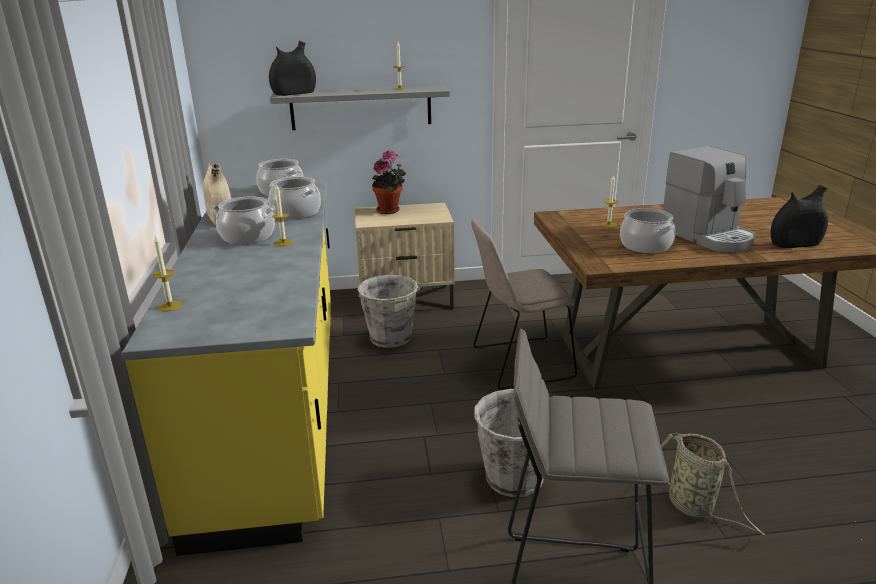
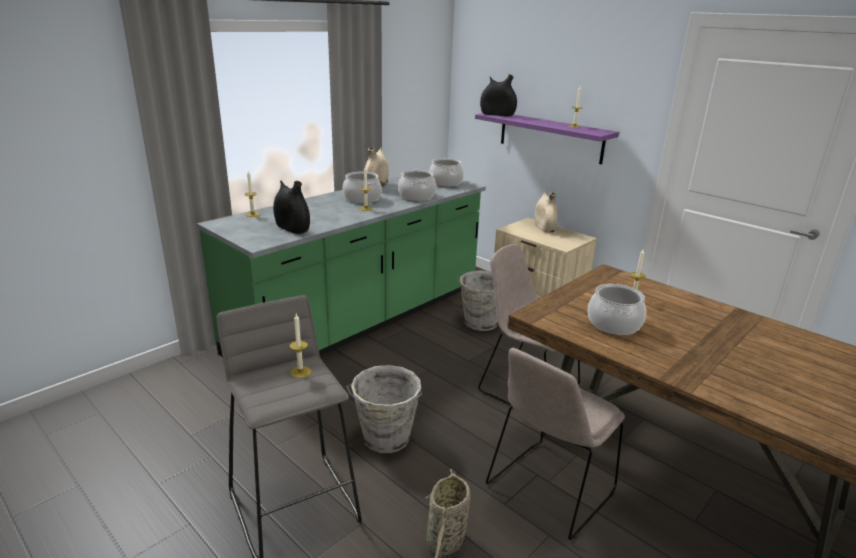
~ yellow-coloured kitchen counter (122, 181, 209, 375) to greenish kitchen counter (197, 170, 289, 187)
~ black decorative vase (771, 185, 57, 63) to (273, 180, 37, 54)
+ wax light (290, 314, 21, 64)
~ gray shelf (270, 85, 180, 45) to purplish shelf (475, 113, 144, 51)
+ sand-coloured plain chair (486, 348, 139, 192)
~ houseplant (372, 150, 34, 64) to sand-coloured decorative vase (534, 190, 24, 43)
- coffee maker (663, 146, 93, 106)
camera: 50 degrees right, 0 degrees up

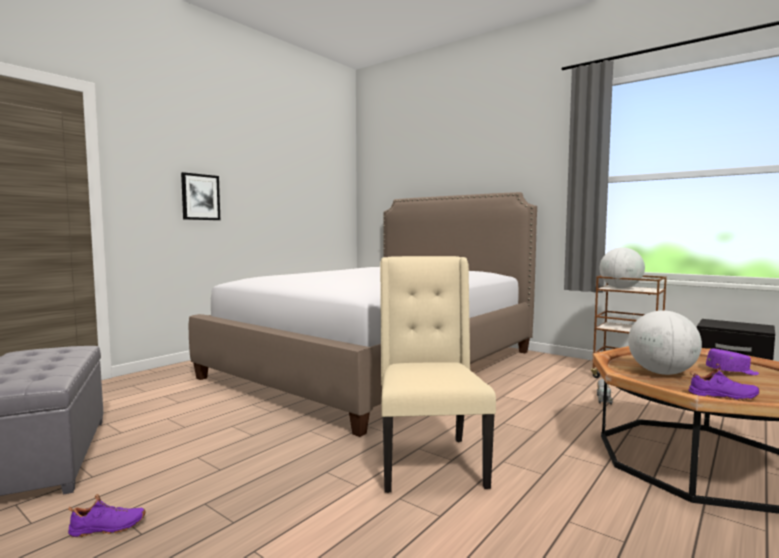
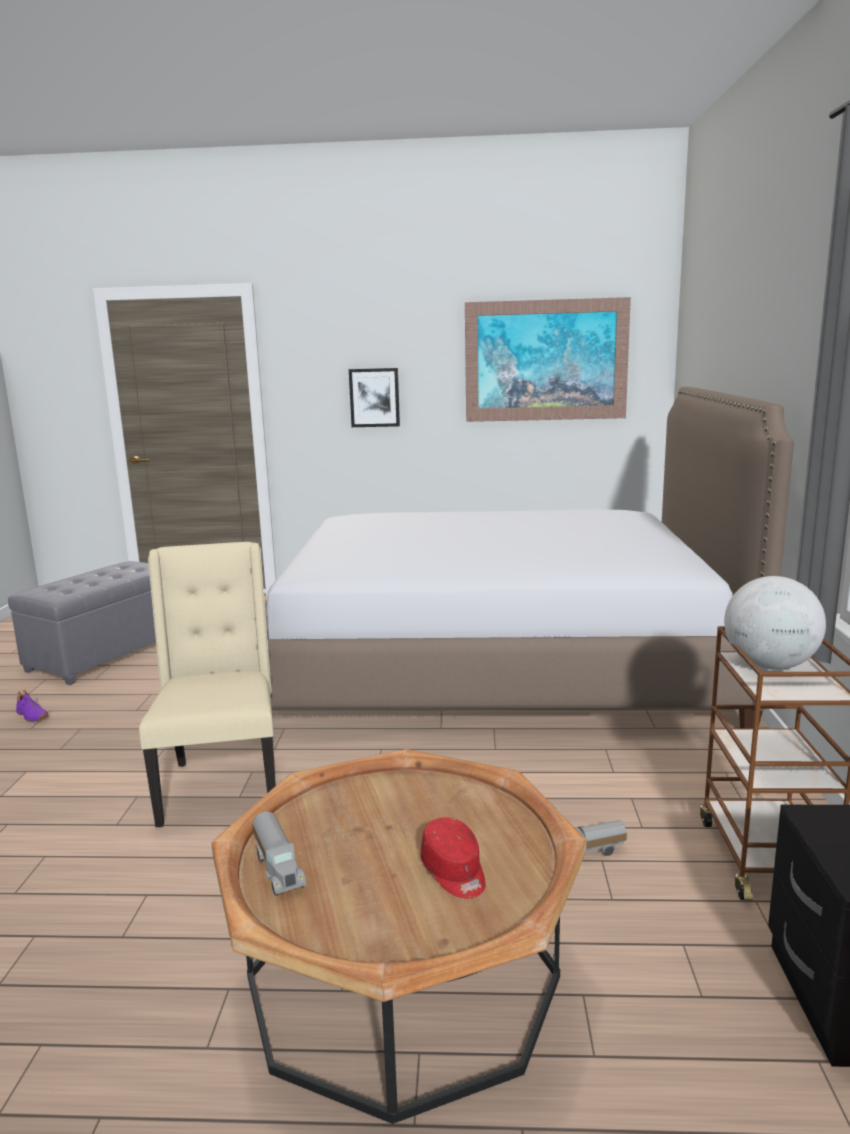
~ sand-coloured plain chair (380, 256, 116, 237) = (139, 542, 137, 285) 60 degrees counterclockwise
~ purplish shoe (688, 364, 72, 37) to toy truck (252, 811, 55, 85)
~ purplish baseball cap (706, 349, 53, 26) to reddish baseball cap (421, 817, 65, 81)
+ wall picture (465, 297, 166, 125)
- world globe (628, 311, 74, 64)
camera: 55 degrees right, 10 degrees up

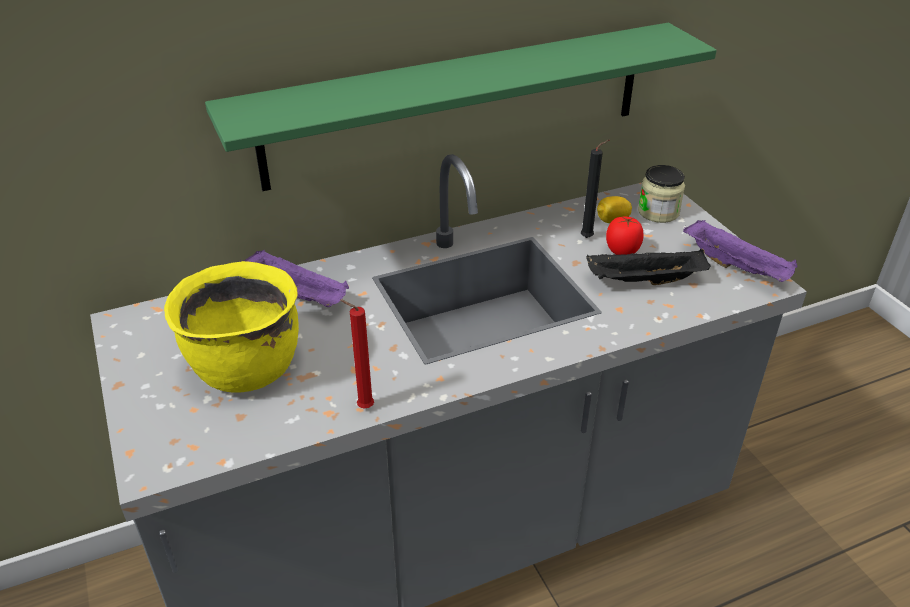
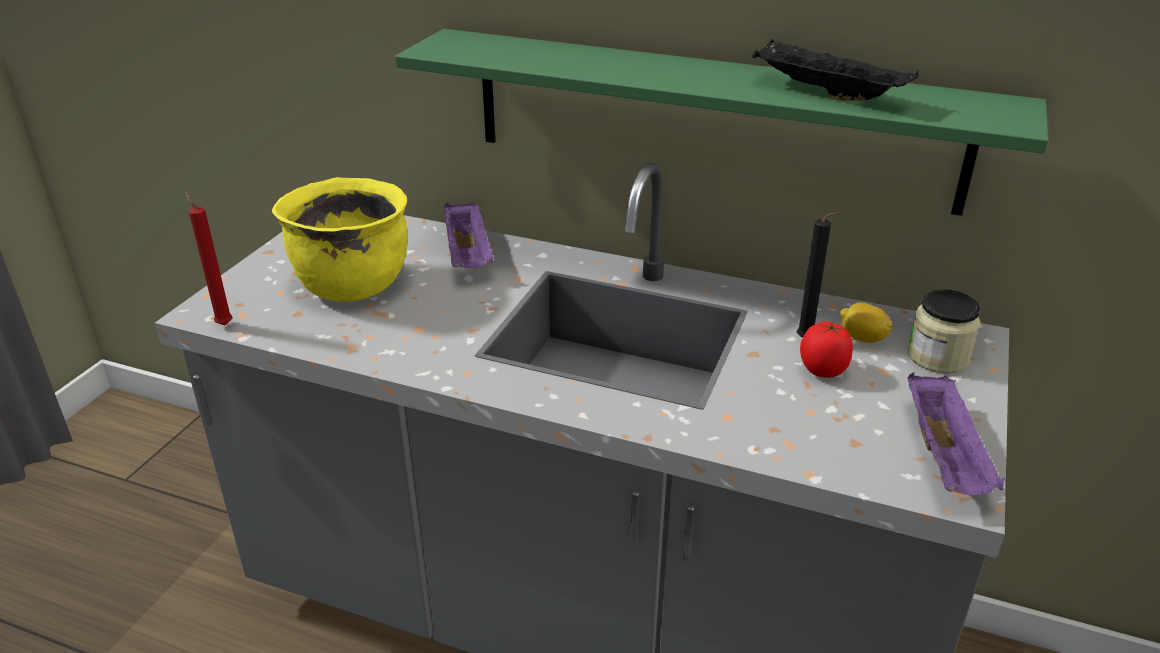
~ reddish wax light (340, 300, 34, 109) to (185, 192, 48, 133)
~ black carrying tray (586, 249, 125, 36) to (752, 39, 166, 62)
camera: 45 degrees right, 5 degrees down

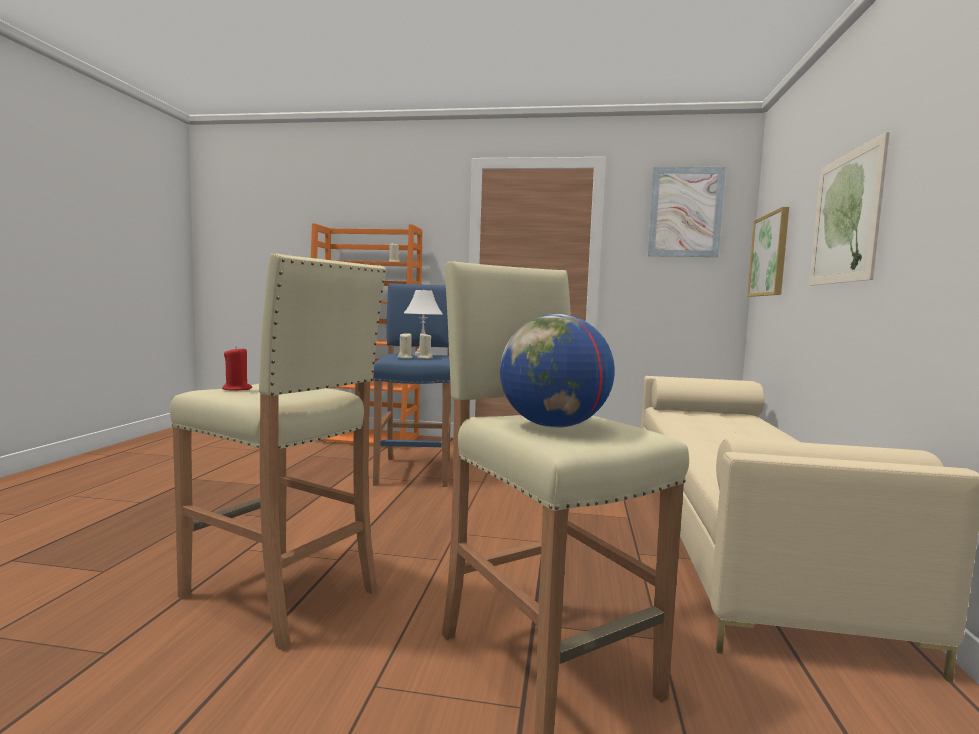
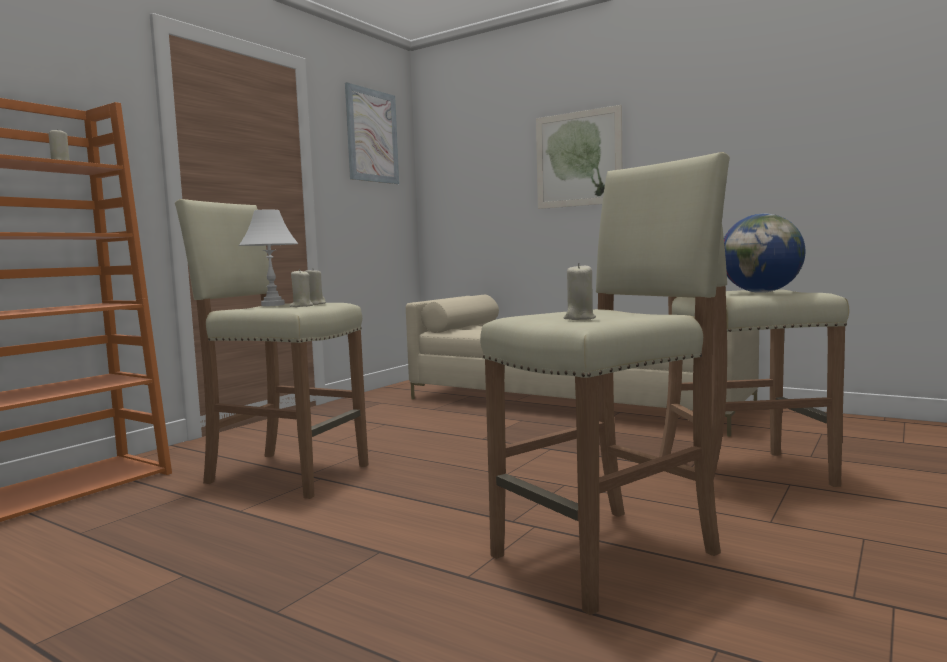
~ blue-coloured stool (373, 283, 78, 204) to sand-coloured stool (175, 199, 193, 300)
~ reddish wax light (222, 346, 30, 45) to sand-coloured wax light (564, 263, 32, 57)
- wall picture (747, 207, 42, 90)
camera: 65 degrees left, 0 degrees up

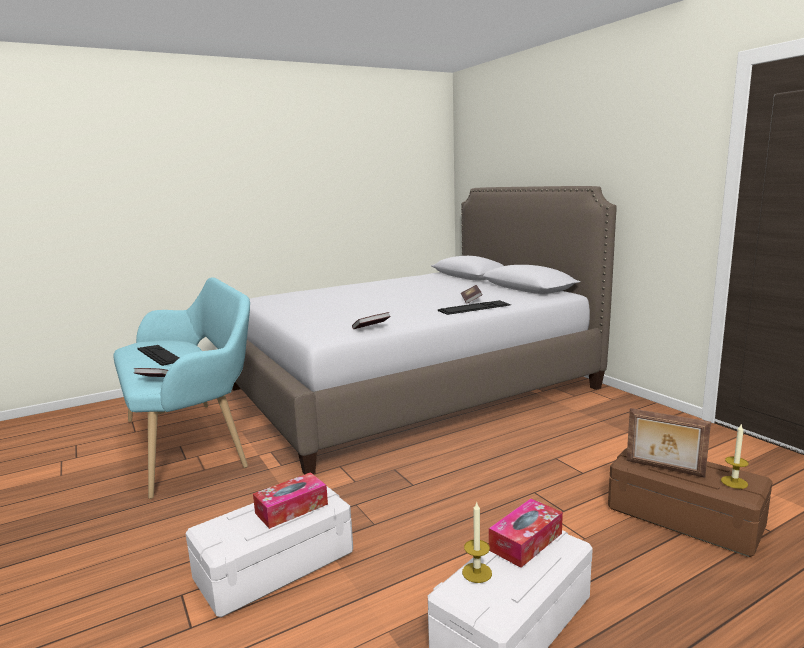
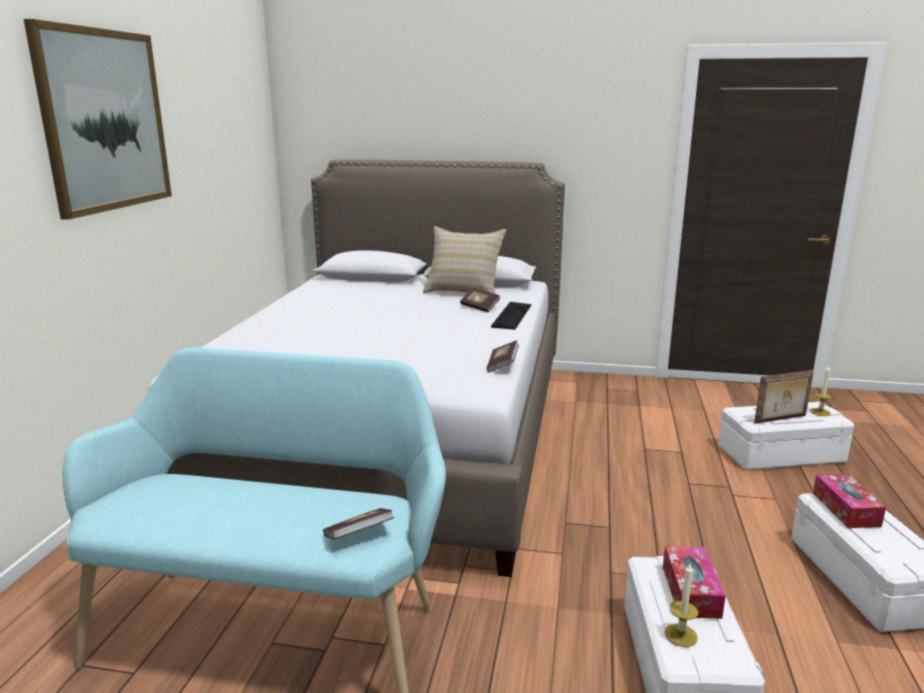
+ wall picture (24, 19, 148, 201)
+ sand-coloured pillow (423, 226, 83, 68)
~ wax light (462, 501, 30, 82) to (664, 564, 35, 83)
~ brownish storage container (608, 448, 164, 109) to white storage container (718, 402, 136, 68)
- PC keyboard (138, 345, 41, 21)
camera: 50 degrees left, 5 degrees up

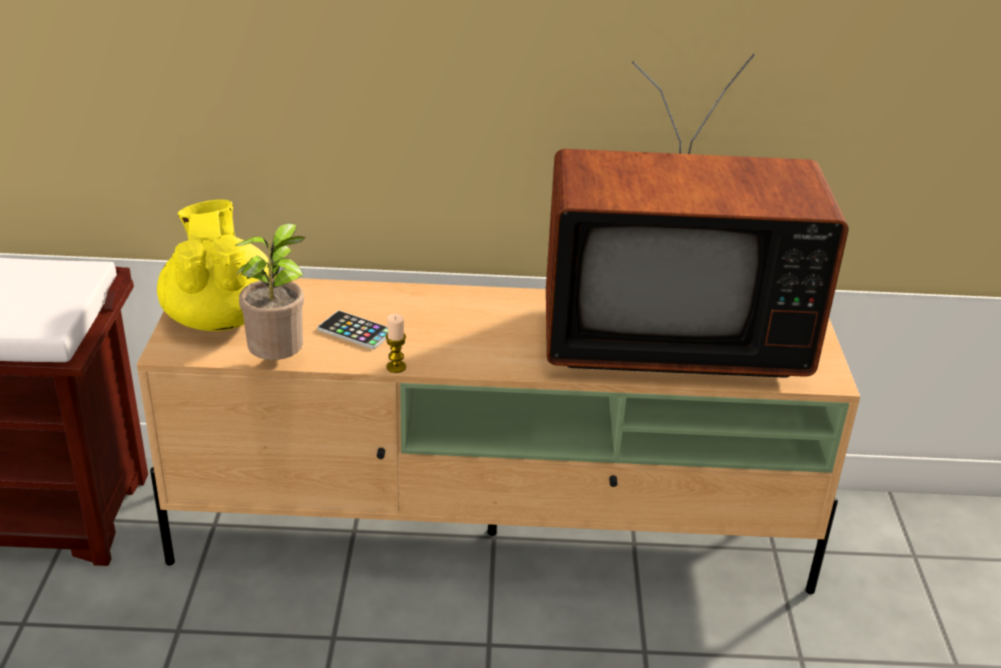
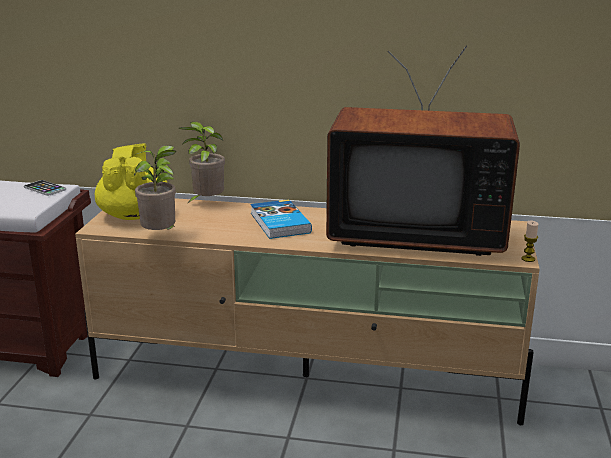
~ phone (317, 311, 71, 38) to (24, 180, 42, 16)
+ houseplant (178, 121, 47, 83)
+ bound book (251, 199, 61, 40)
~ wax light (386, 314, 20, 59) to (521, 221, 17, 41)
camera: 10 degrees right, 10 degrees down

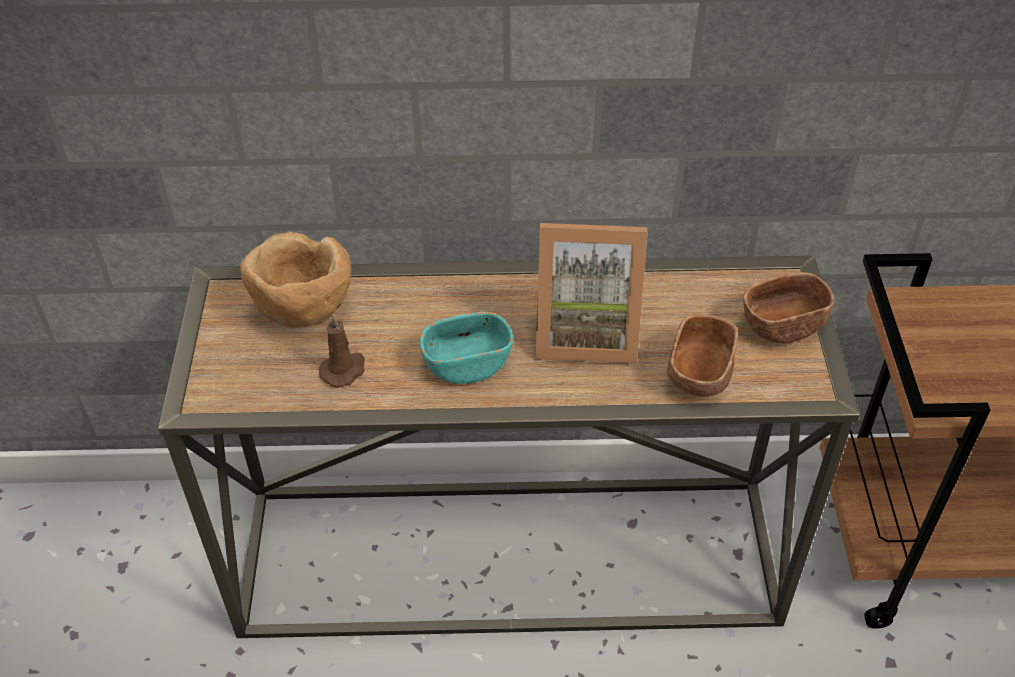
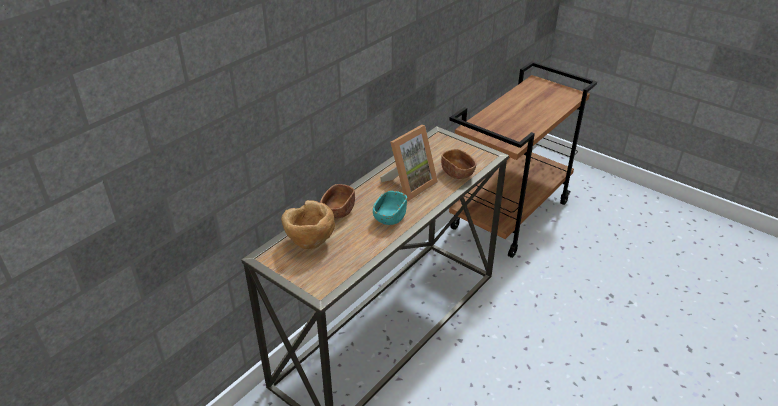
~ brownish serving bowl (743, 272, 91, 71) to (320, 184, 35, 34)
- brownish wax light (319, 314, 46, 74)
camera: 50 degrees left, 10 degrees down

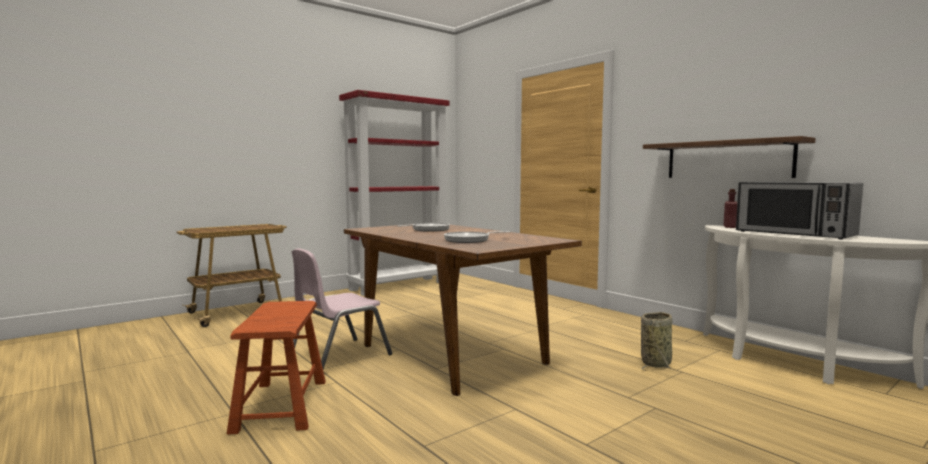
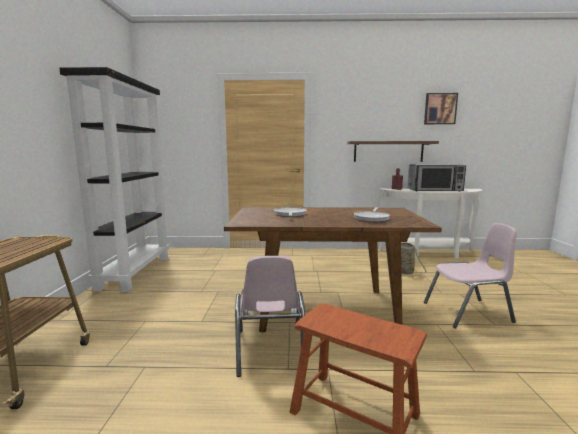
~ reddish bookshelf (339, 90, 111, 206) to black bookshelf (59, 67, 110, 225)
+ wall picture (424, 93, 34, 31)
+ pink-coloured plain chair (424, 223, 93, 106)
camera: 50 degrees left, 5 degrees up

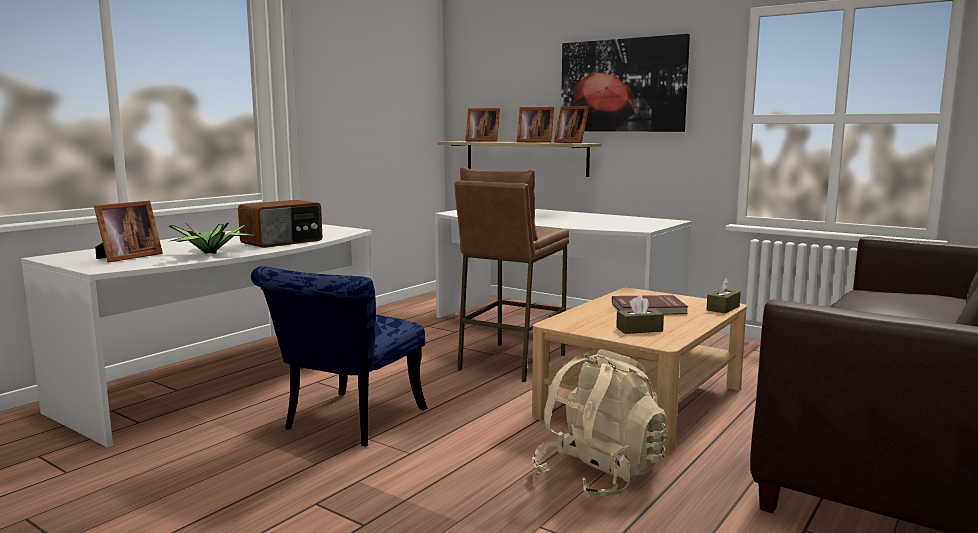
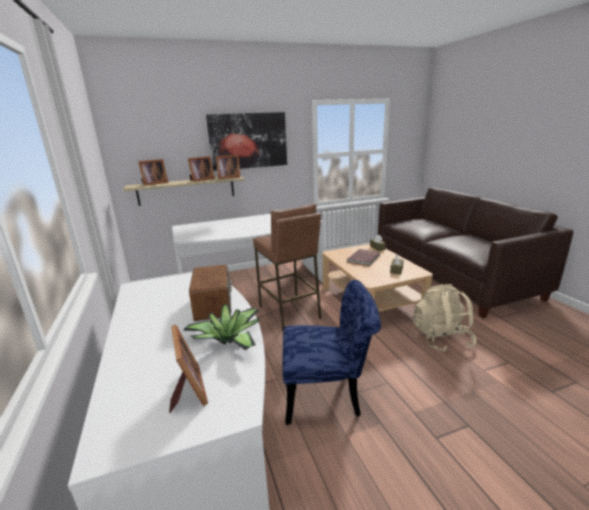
~ blue-coloured plain chair (251, 266, 177, 180) = (282, 280, 99, 145) 60 degrees counterclockwise
camera: 55 degrees left, 10 degrees up

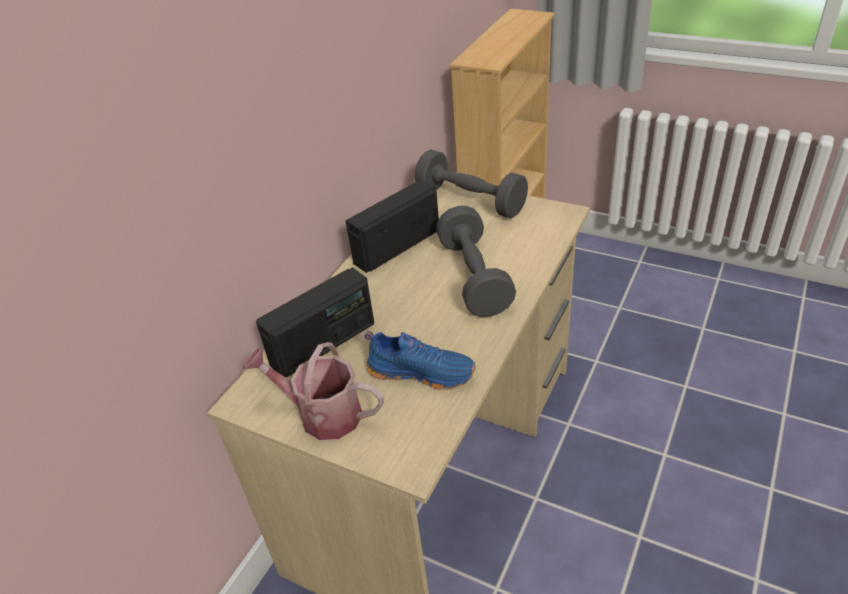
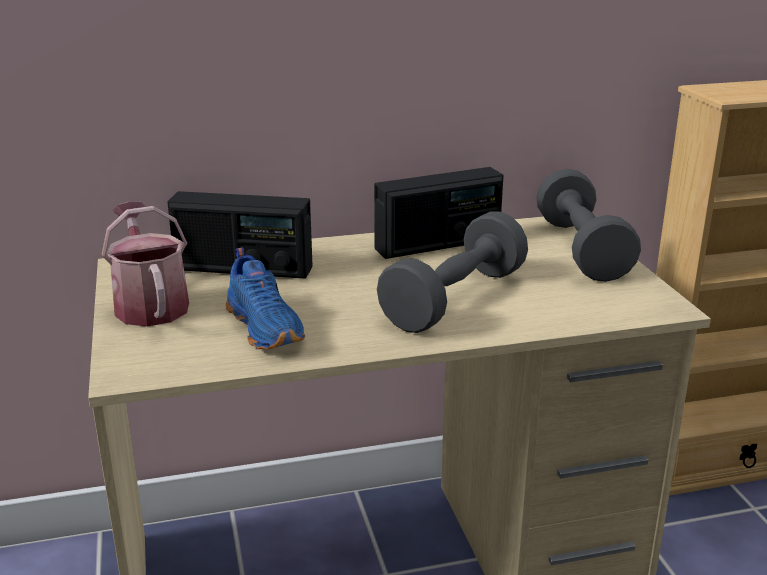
~ radio (346, 179, 93, 94) = (374, 167, 130, 92) 150 degrees clockwise
camera: 45 degrees right, 15 degrees down

